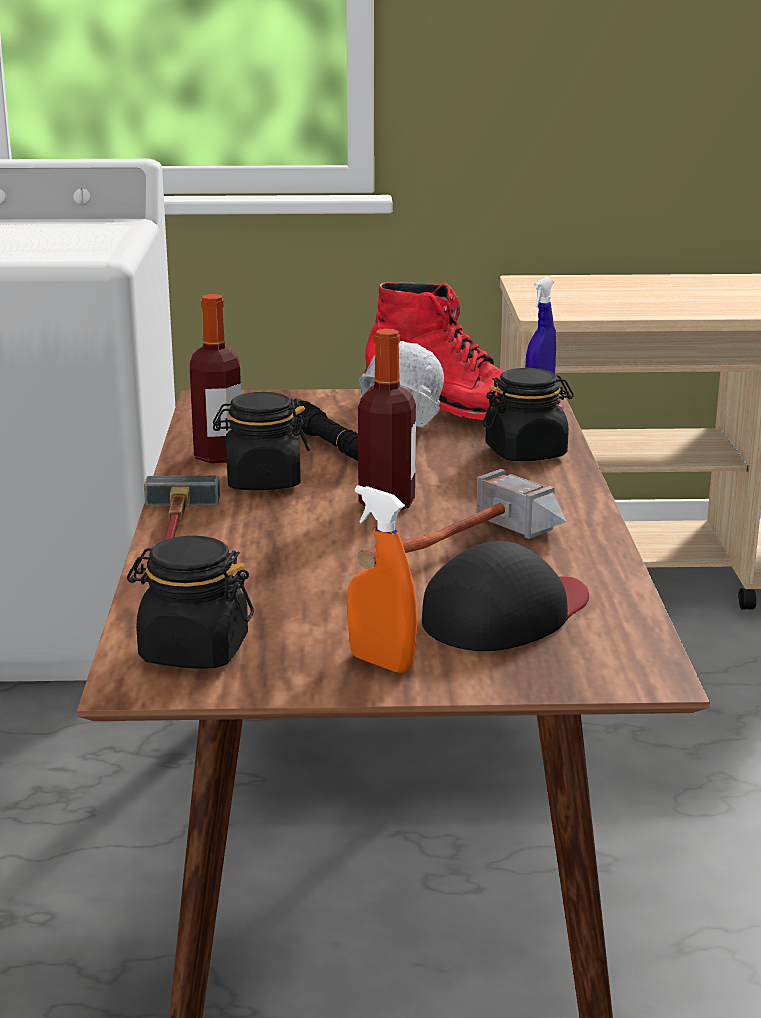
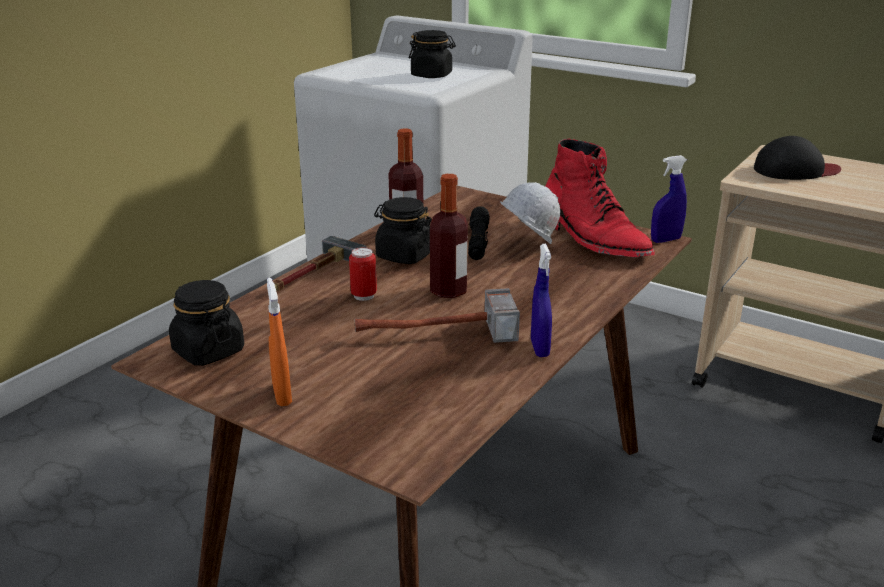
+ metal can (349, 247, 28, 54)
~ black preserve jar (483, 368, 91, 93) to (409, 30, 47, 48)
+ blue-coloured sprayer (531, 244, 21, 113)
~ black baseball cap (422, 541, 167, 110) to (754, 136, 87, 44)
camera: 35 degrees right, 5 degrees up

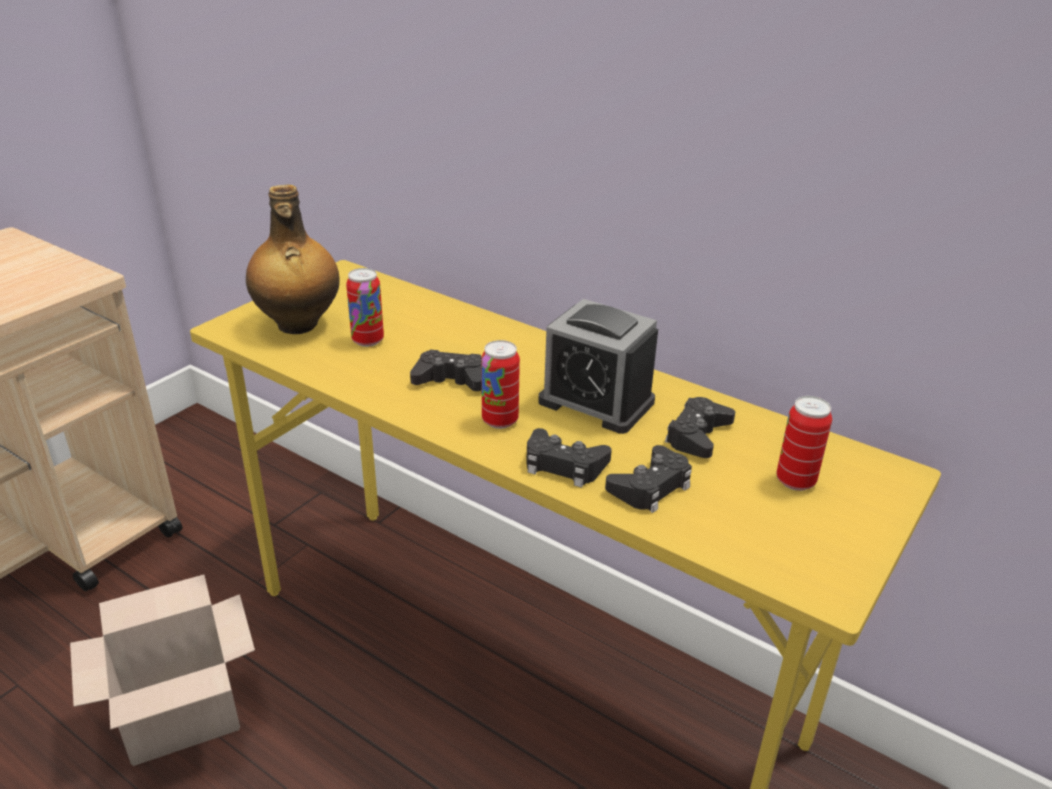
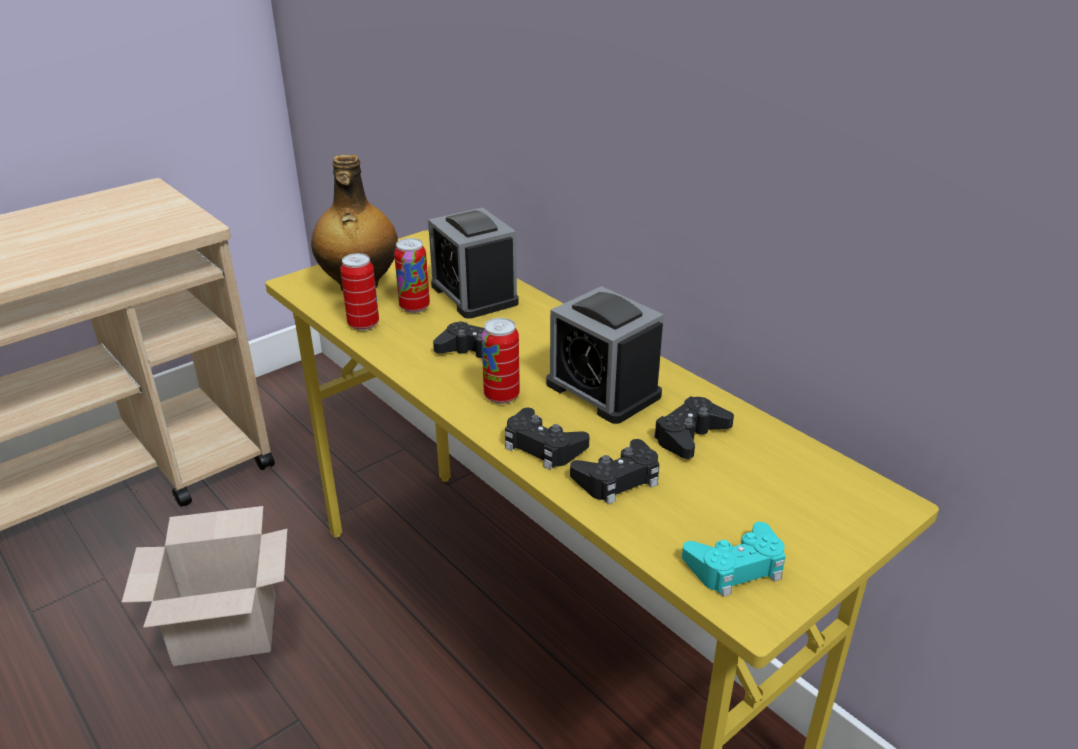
~ metal can (776, 396, 56, 95) to (340, 253, 39, 77)
+ table clock (428, 208, 91, 111)
+ blue-green joypad (682, 522, 104, 75)
camera: 15 degrees right, 0 degrees up

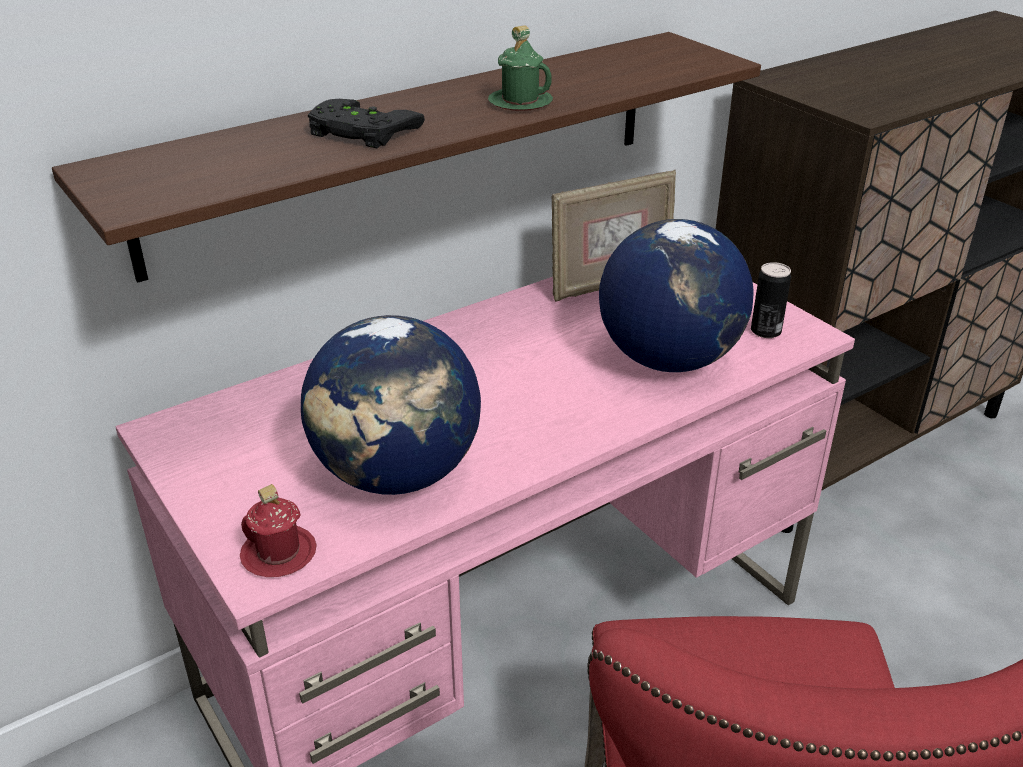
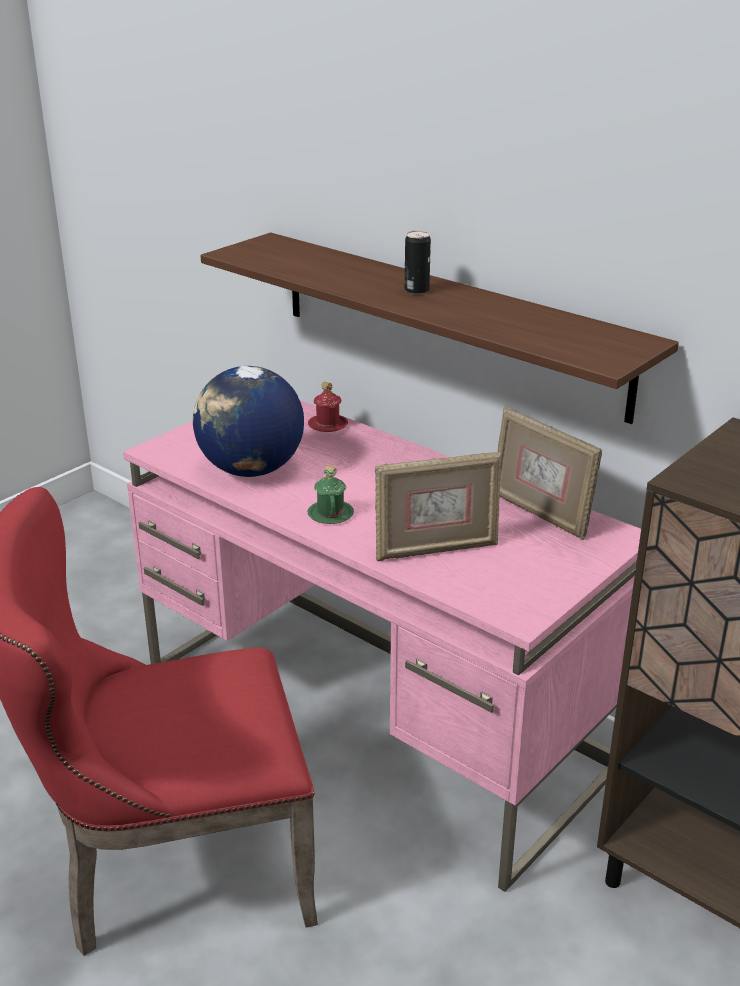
~ greenish mug (488, 25, 65, 86) to (307, 465, 47, 59)
~ reddish mug (240, 484, 77, 93) to (308, 382, 40, 50)
~ world globe (599, 219, 154, 153) to photo frame (375, 451, 126, 110)
~ metal can (751, 262, 40, 76) to (404, 230, 27, 64)
- black joypad (308, 99, 117, 50)
camera: 75 degrees right, 5 degrees down

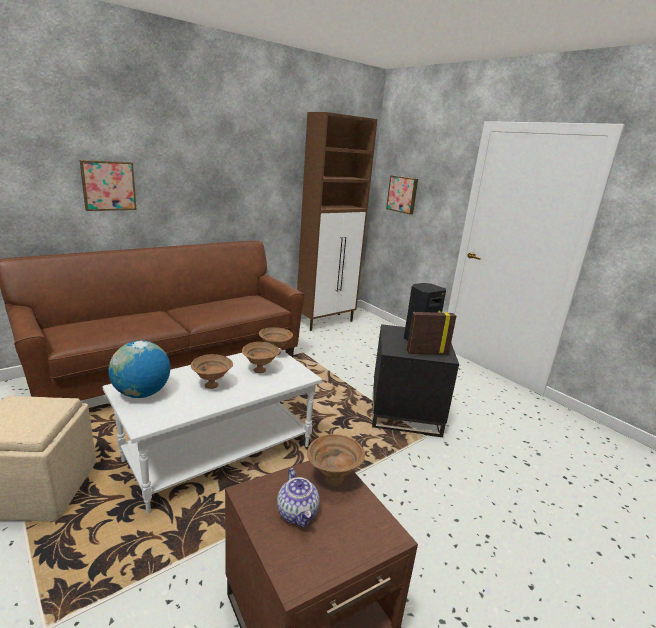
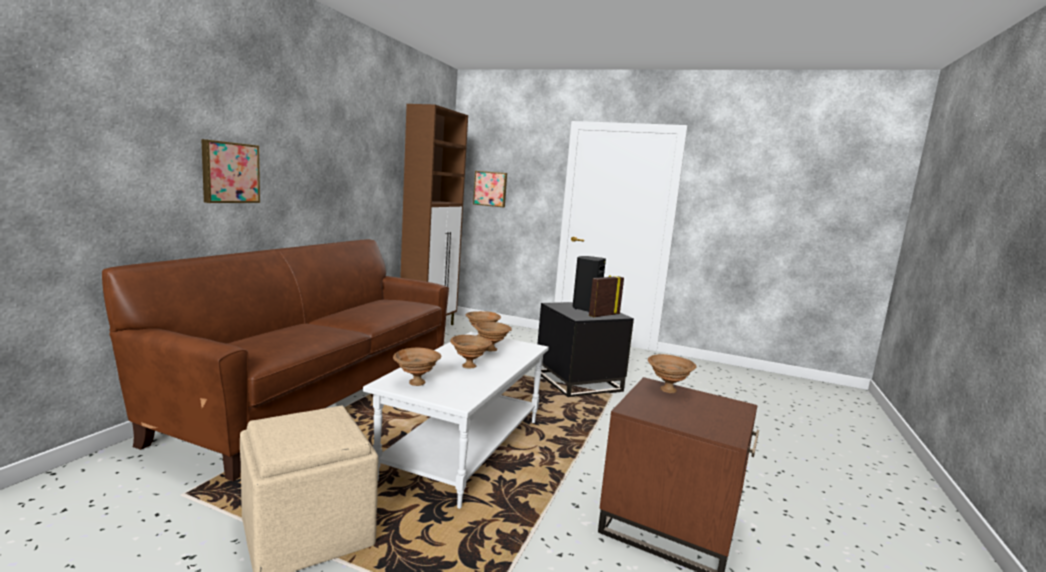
~ world globe (108, 341, 63, 57) to brownish serving bowl (393, 348, 48, 38)
- pot for tea (277, 468, 43, 59)
camera: 30 degrees left, 10 degrees down

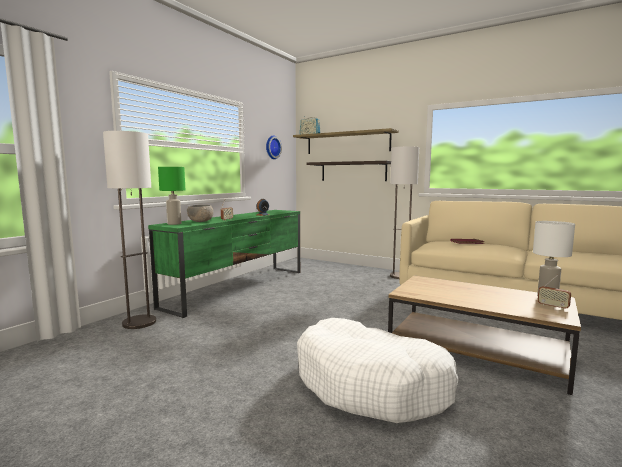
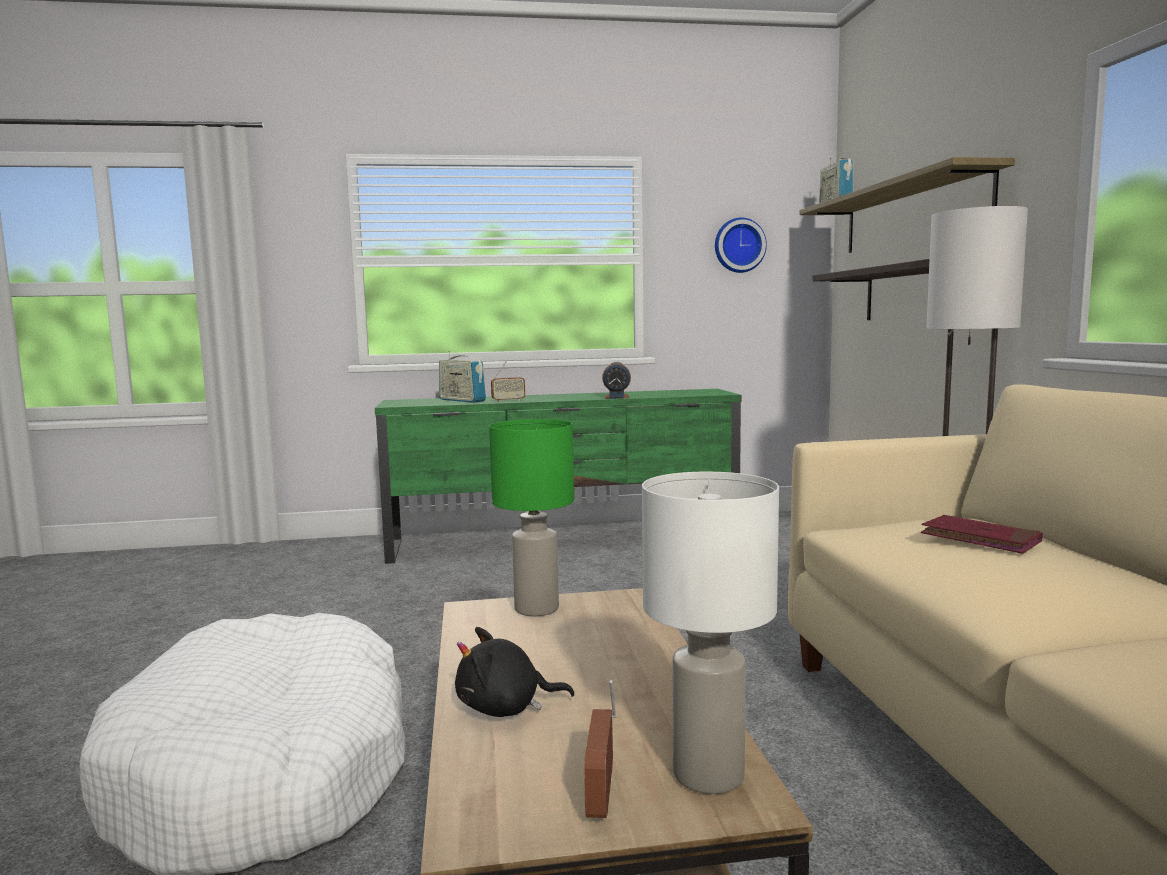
~ gray serving bowl (187, 205, 27, 17) to radio (439, 350, 47, 53)
+ black cuddly toy (455, 627, 119, 90)
~ greenish tabletop lamp (158, 167, 27, 58) to (489, 419, 85, 197)
- standing lamp (103, 131, 53, 198)
camera: 50 degrees right, 0 degrees up

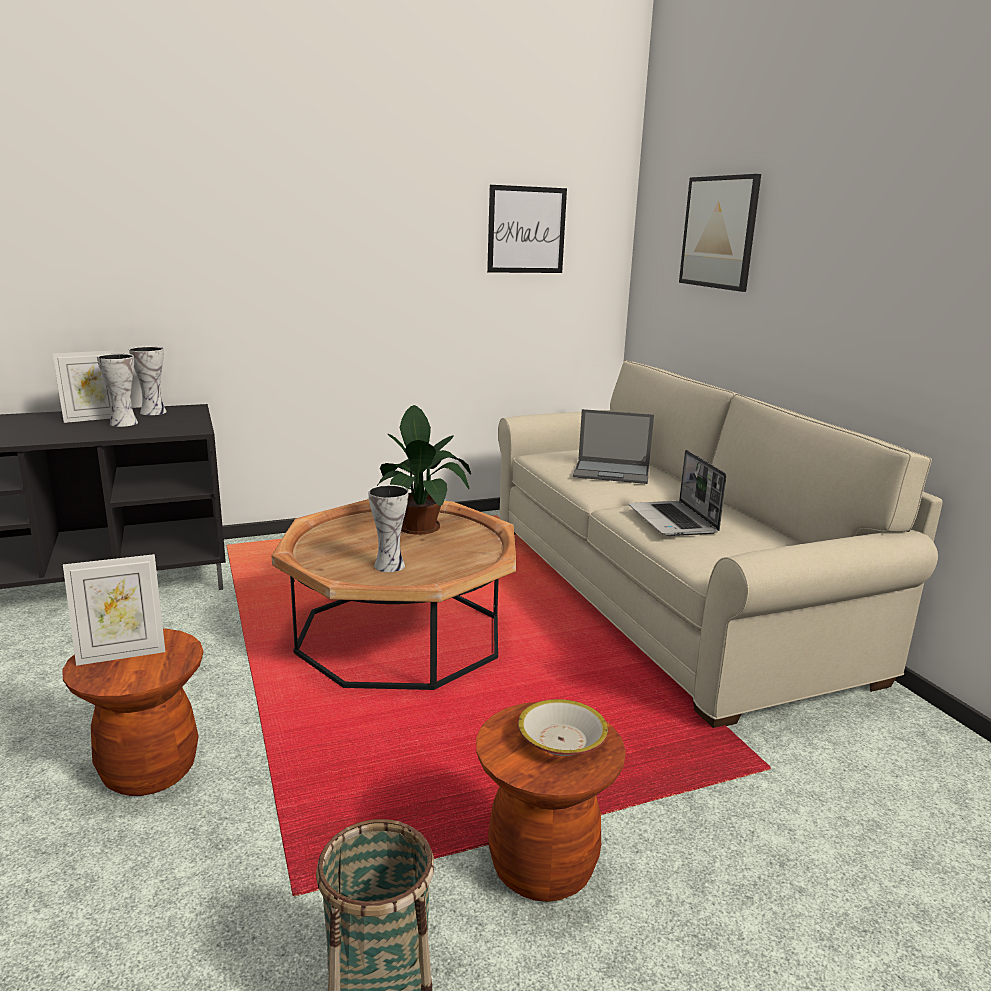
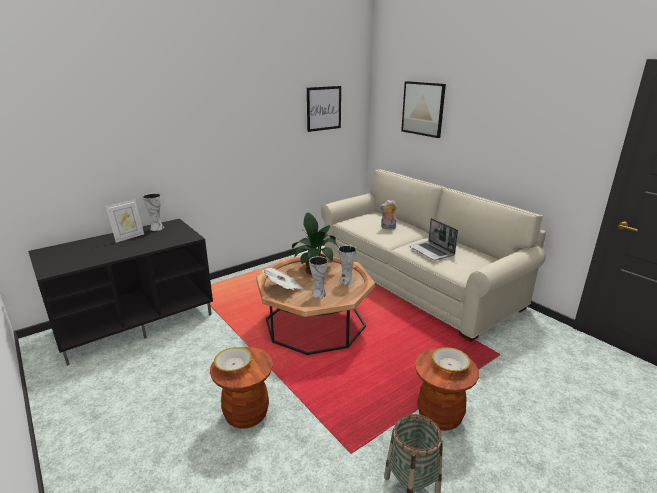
~ photo frame (63, 554, 102, 112) to serving bowl (214, 347, 38, 25)
+ daily paper (262, 268, 42, 22)
~ decorative vase (97, 354, 41, 73) to (338, 245, 18, 40)
~ notebook computer (573, 409, 81, 75) to cuddly toy (380, 200, 17, 29)
camera: 15 degrees left, 5 degrees up

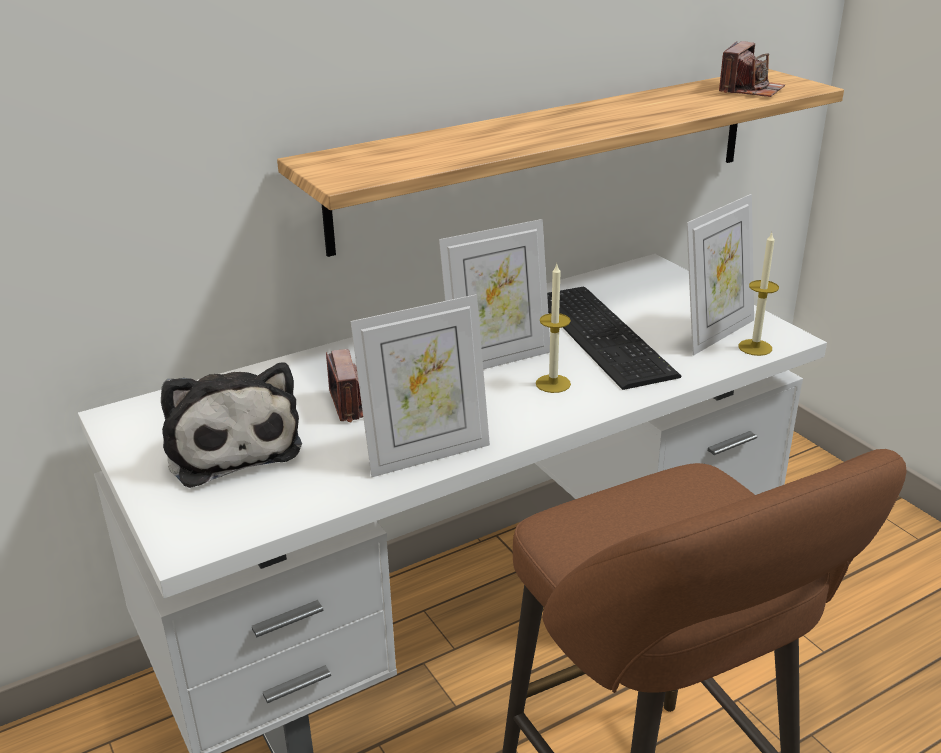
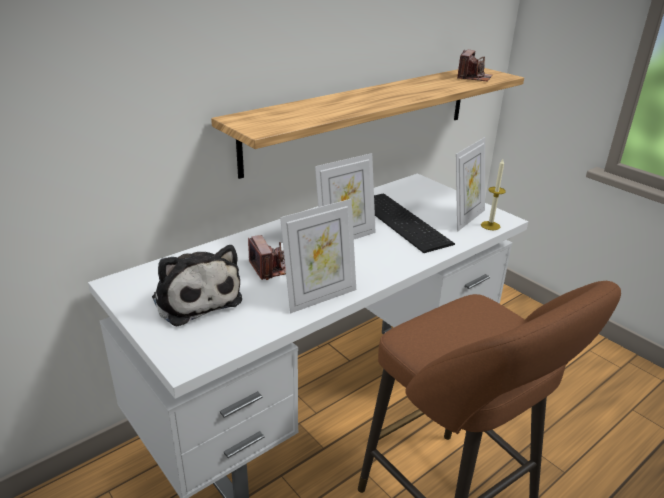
- wax light (536, 264, 35, 129)
camera: 10 degrees left, 0 degrees up

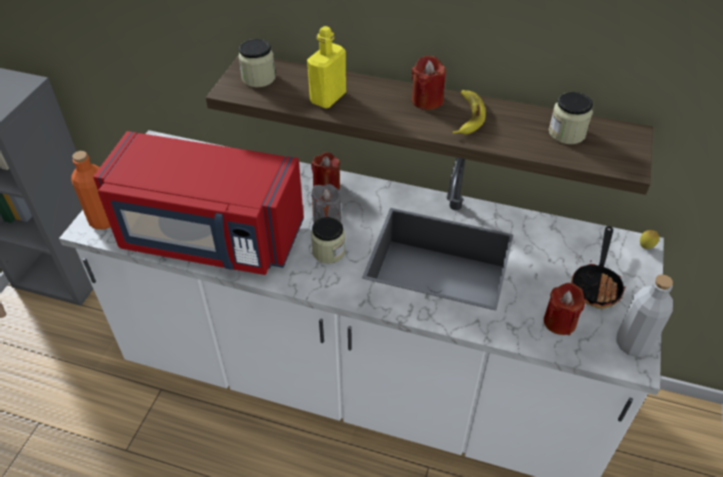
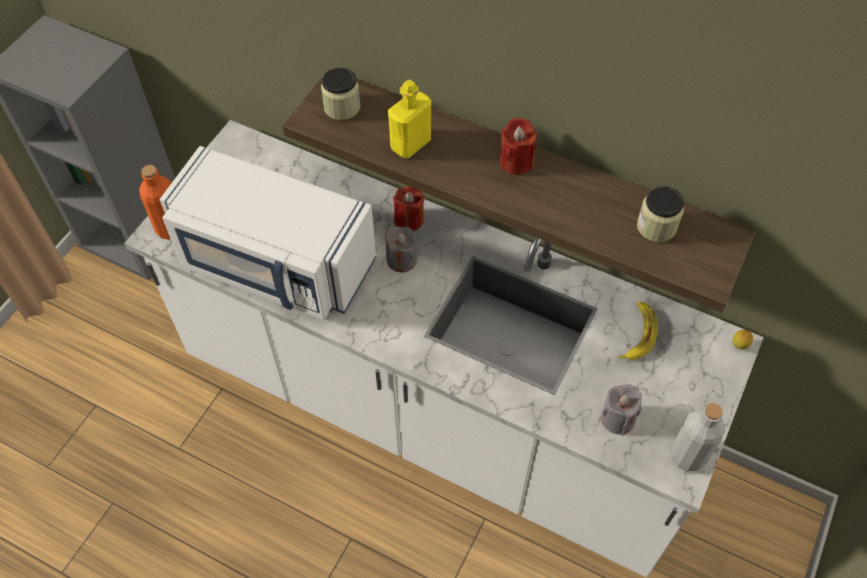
~ reddish kitchen microwave (93, 131, 211, 144) to white kitchen microwave (160, 146, 216, 174)
~ reddish wax light (544, 283, 41, 52) to gray wax light (601, 384, 41, 52)
~ banana (452, 90, 34, 44) to (618, 301, 39, 59)
- preserve jar (311, 217, 34, 47)
- frying pan (571, 226, 55, 83)
camera: 10 degrees right, 10 degrees up

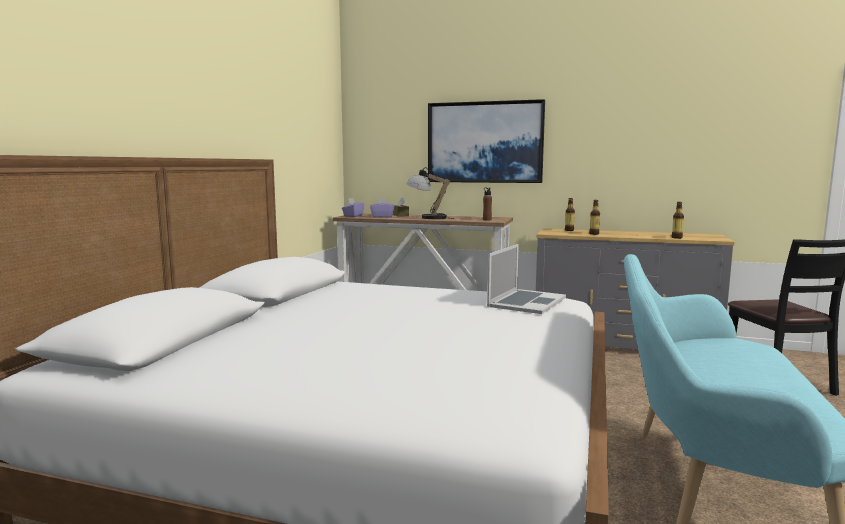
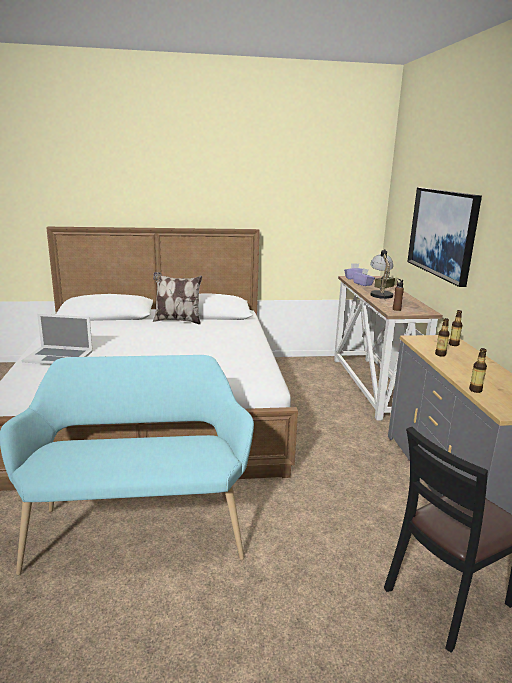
~ notebook computer (487, 244, 79, 70) to (22, 314, 71, 50)
+ pillow (153, 272, 49, 52)
camera: 65 degrees right, 10 degrees up

